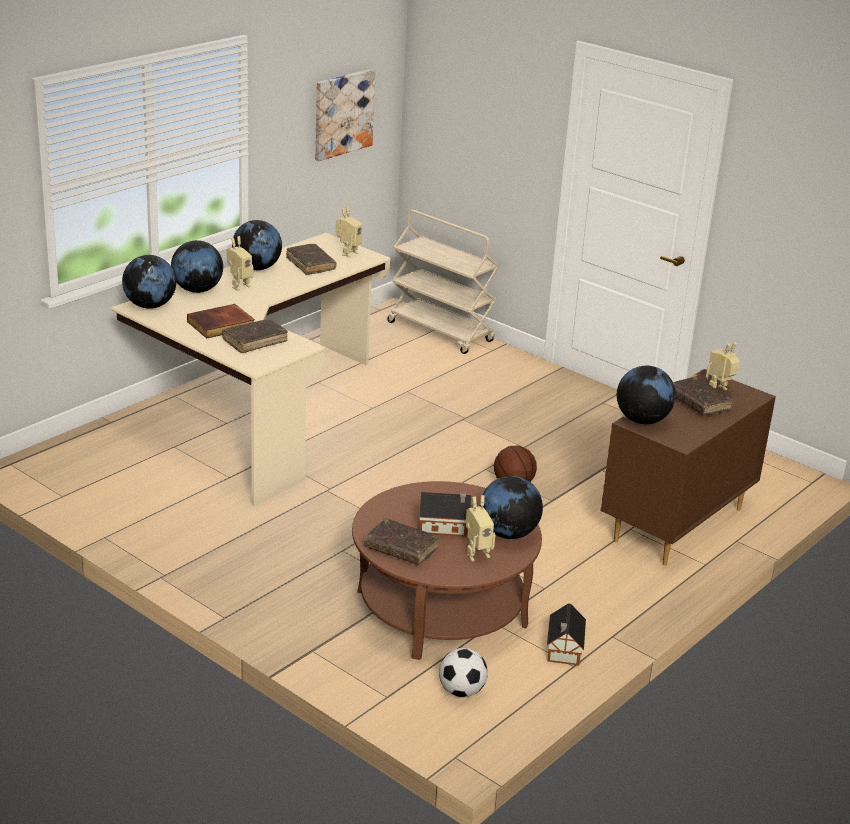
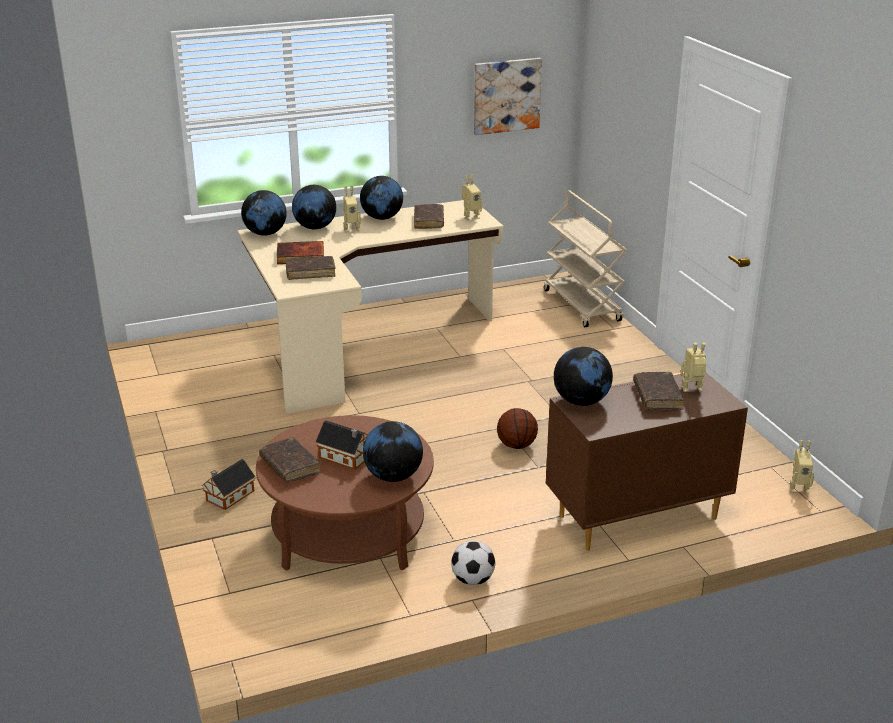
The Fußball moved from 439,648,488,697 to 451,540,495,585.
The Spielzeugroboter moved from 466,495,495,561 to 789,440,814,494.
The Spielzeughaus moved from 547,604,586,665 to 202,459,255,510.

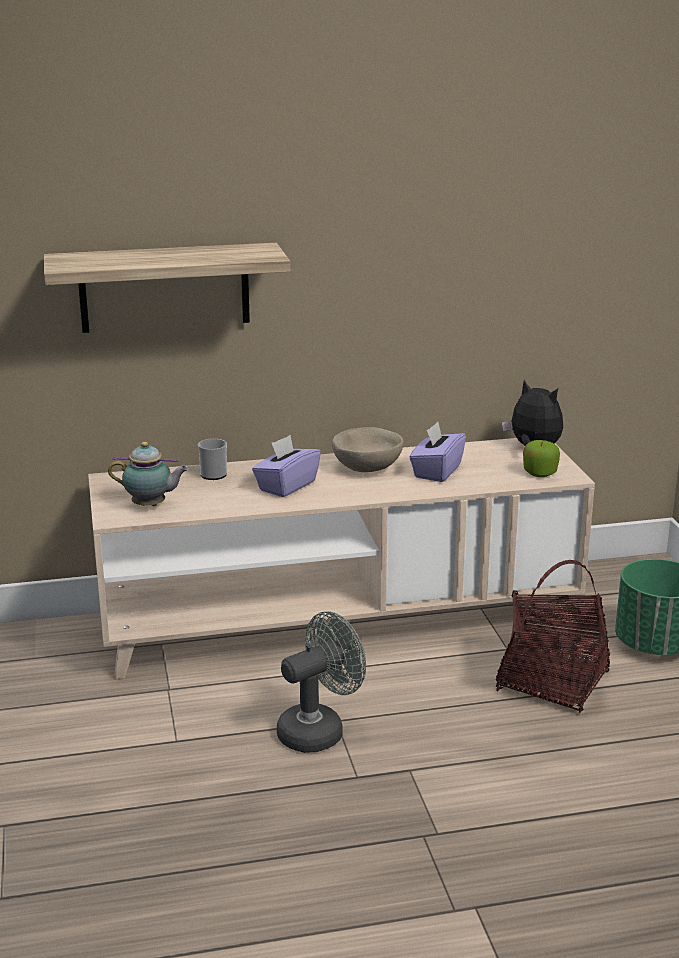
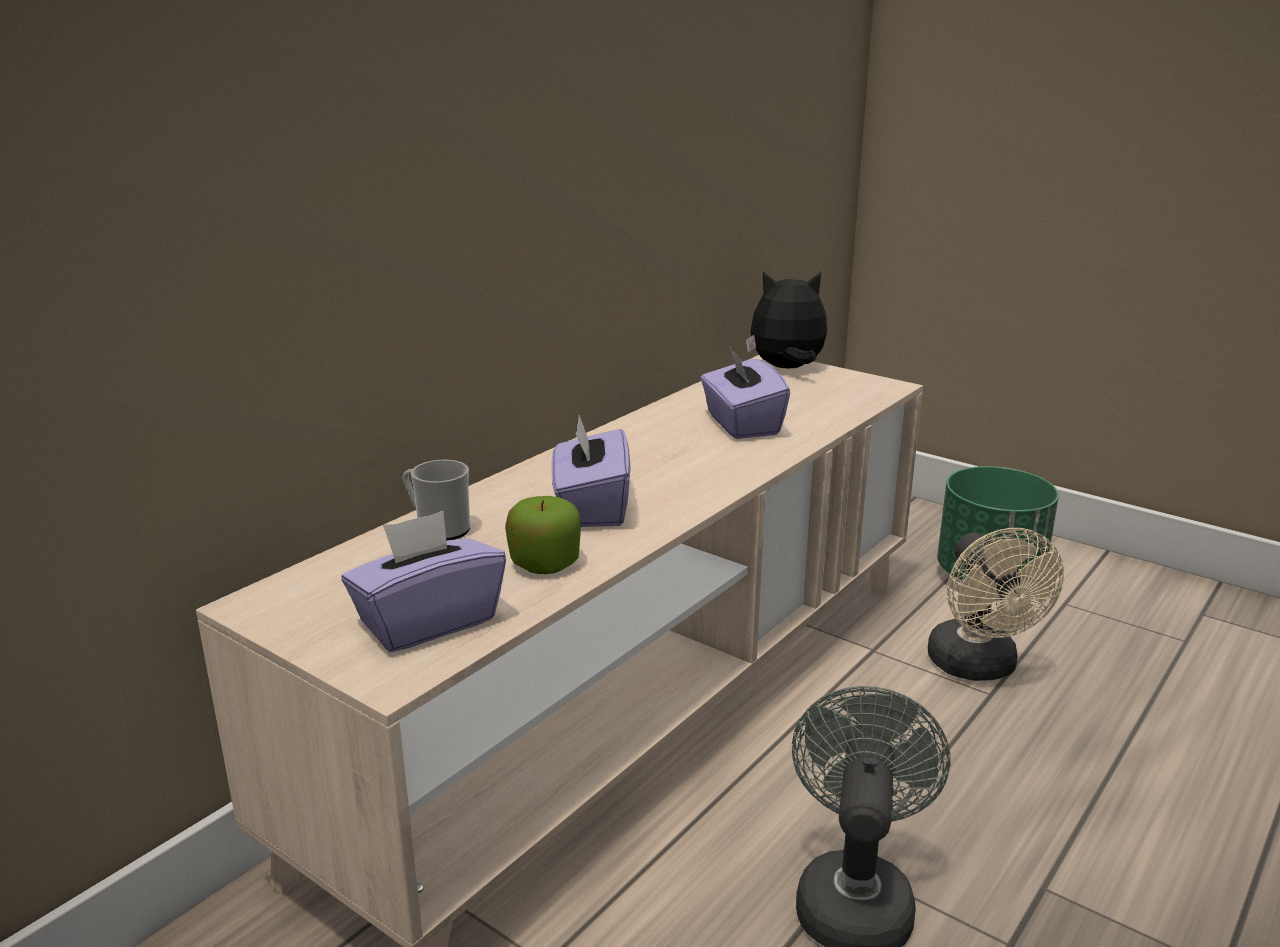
The Wandregal at 44,243,290,333 disappeared.
The Schüssel/beige at 332,427,403,472 disappeared.
The Apfel moved from 523,440,560,477 to 505,496,581,574.
The Teekanne at 108,442,189,506 was replaced by the Taschentuchbox/lila at 341,511,506,652.
The Korb at 496,560,610,713 was replaced by the Ventilator/beige at 928,528,1064,681.

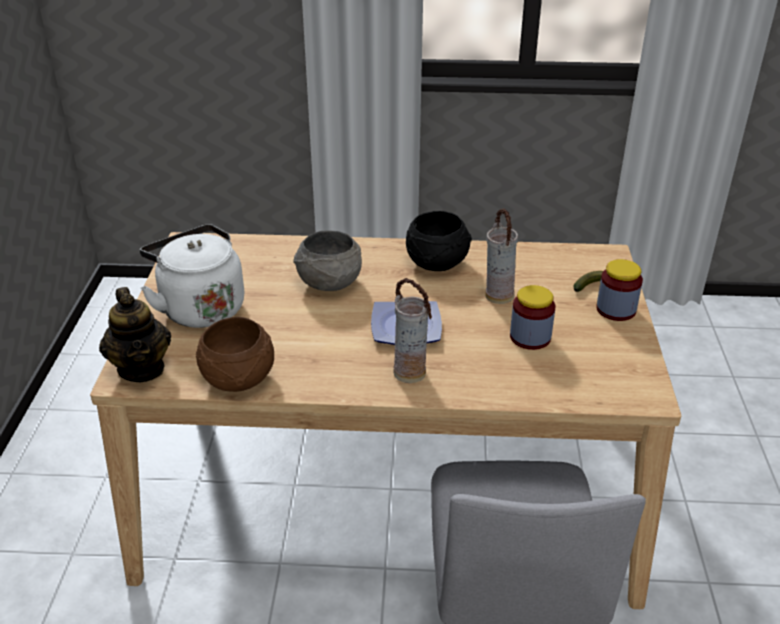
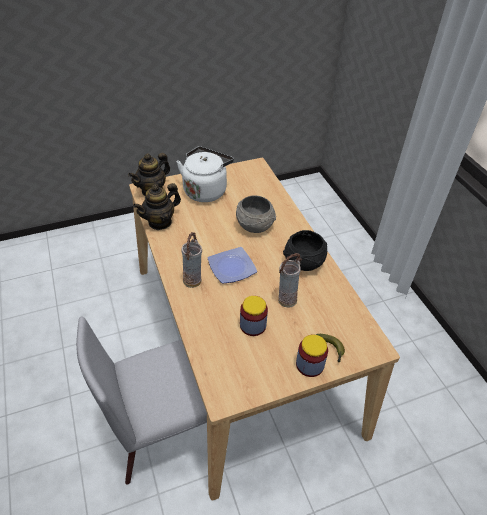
The Schüssel/braun at 196,317,274,392 was replaced by the Teekanne at 133,183,181,230.

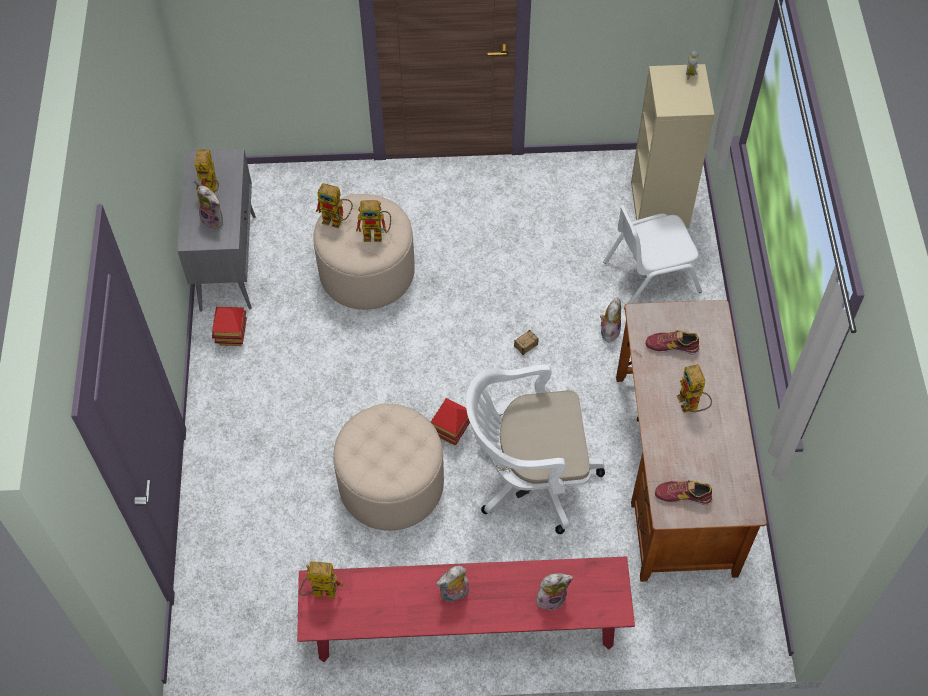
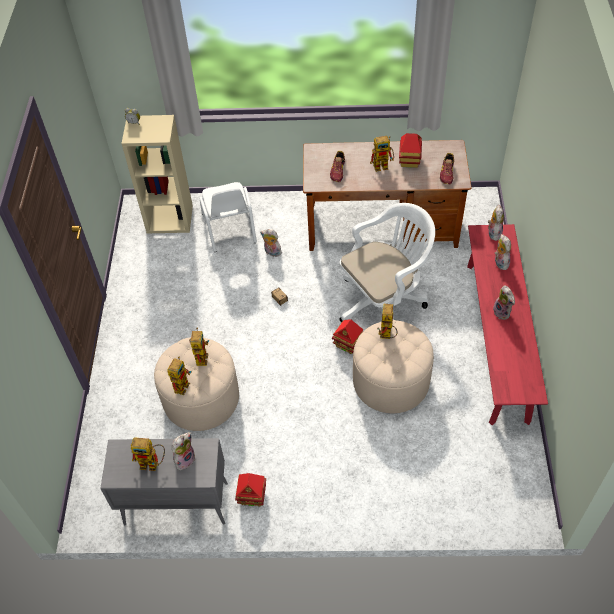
The Spielzeughaus at 399,133,422,168 appeared.
The Plüschtier at 488,205,504,241 appeared.
The Spielzeugroboter moved from 299,561,343,598 to 378,304,397,339.
The Bürostuhl/weiß at 466,364,605,534 turned 120 degrees counterclockwise.

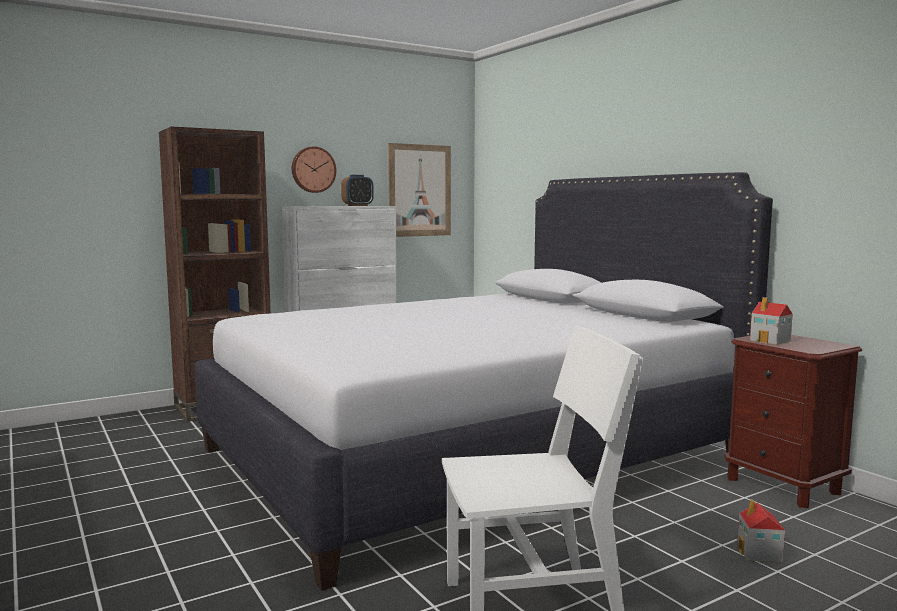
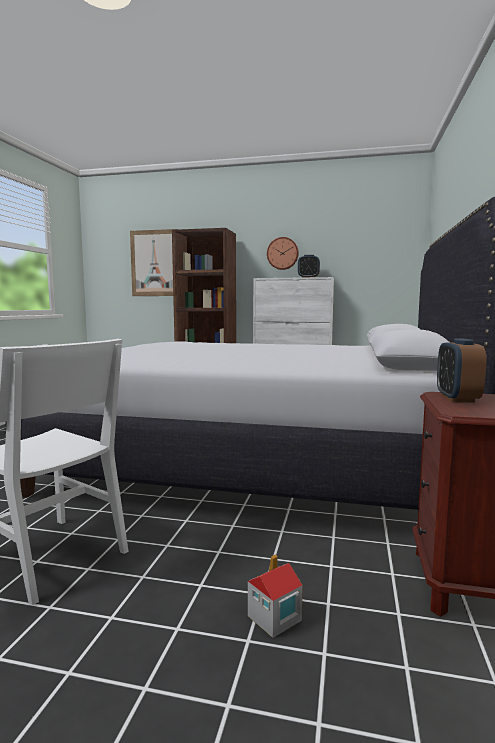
The Bild moved from 388,143,451,237 to 130,229,178,296.
The Spielzeughaus at 750,297,793,345 was replaced by the Wecker at 437,339,486,403.

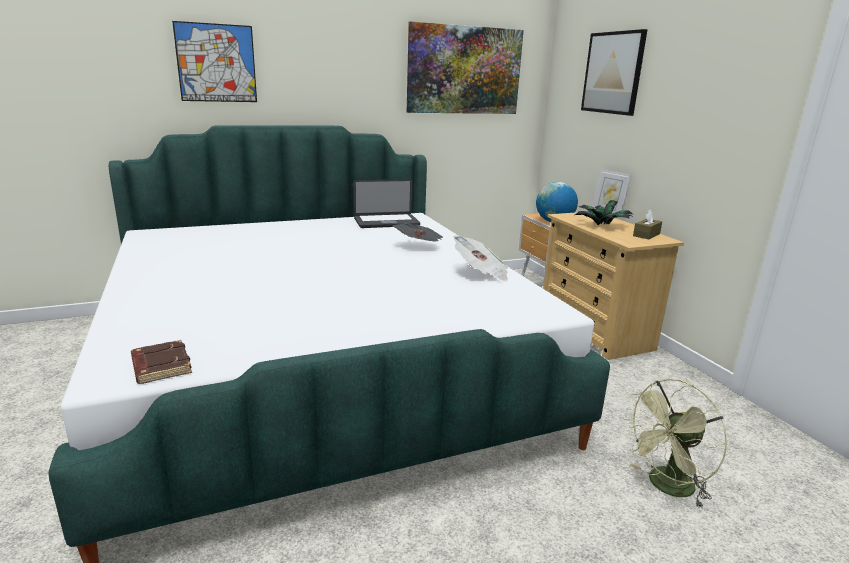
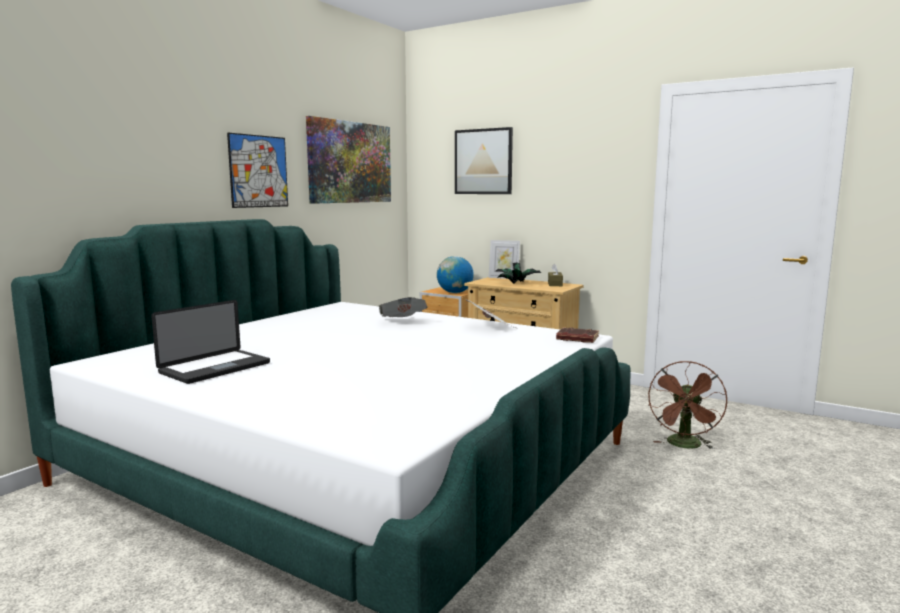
The Buch/braun moved from 131,340,192,384 to 556,327,599,343.
The Bild moved from 172,21,257,102 to 227,133,288,208.
The Laptop moved from 353,179,420,228 to 151,300,270,384.
The Ventilator/grün at 623,379,727,509 became the Ventilator/braun at 648,361,727,449.

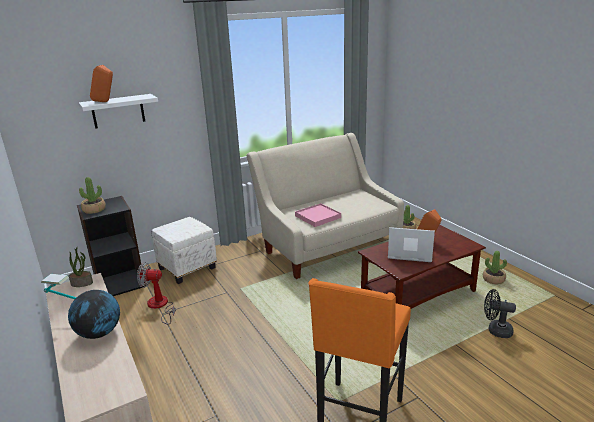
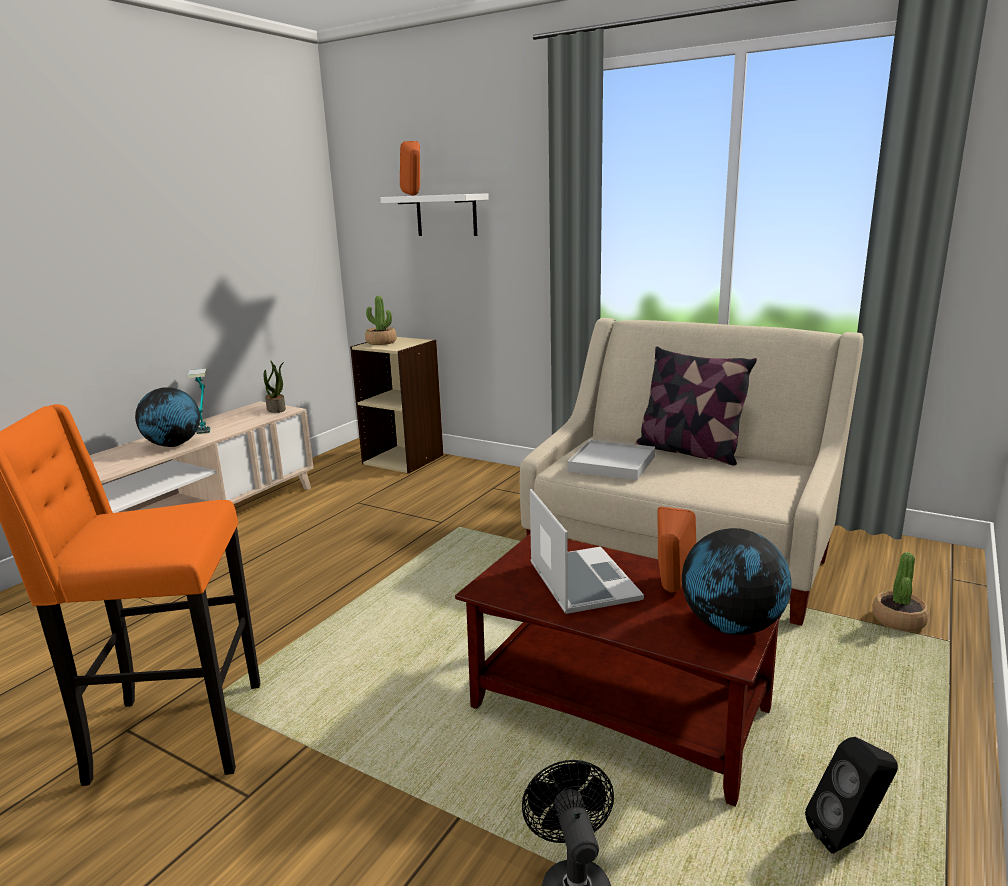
The Ventilator at 137,262,176,324 disappeared.
The Polsterhocker/weiß at 152,217,217,284 disappeared.
The Kissen at 635,346,757,466 appeared.
The Globus at 682,528,792,635 appeared.
The Topfpflanze at 483,251,507,284 was replaced by the Lautsprecher/schwarz at 805,737,898,854.
The Bücherregal/schwarz at 77,196,146,296 became the Bücherregal/beige at 350,337,443,474.
The Tablett/rosa at 295,203,341,227 became the Tablett/weiß at 568,440,655,480.

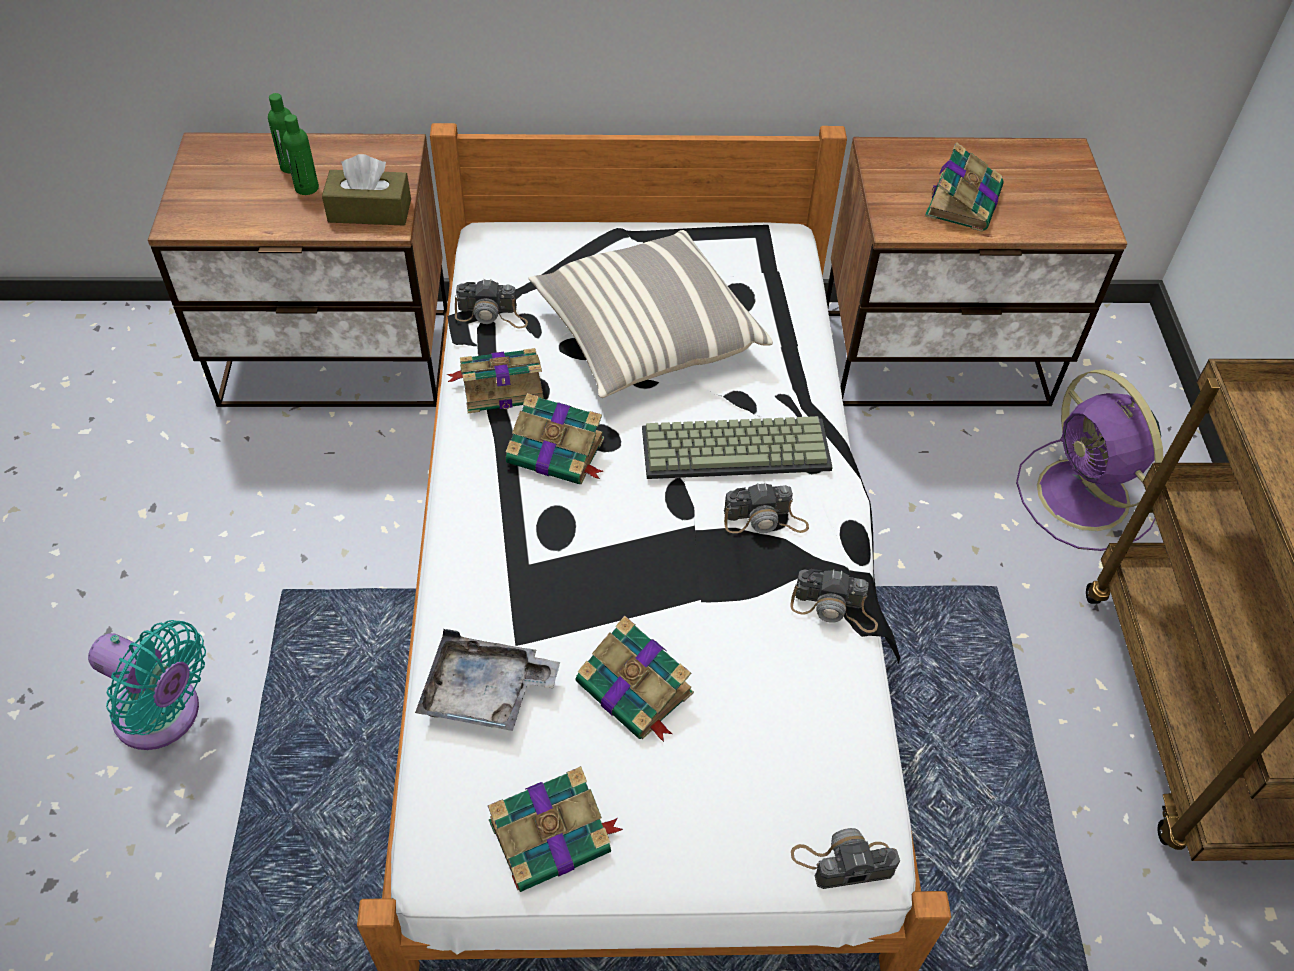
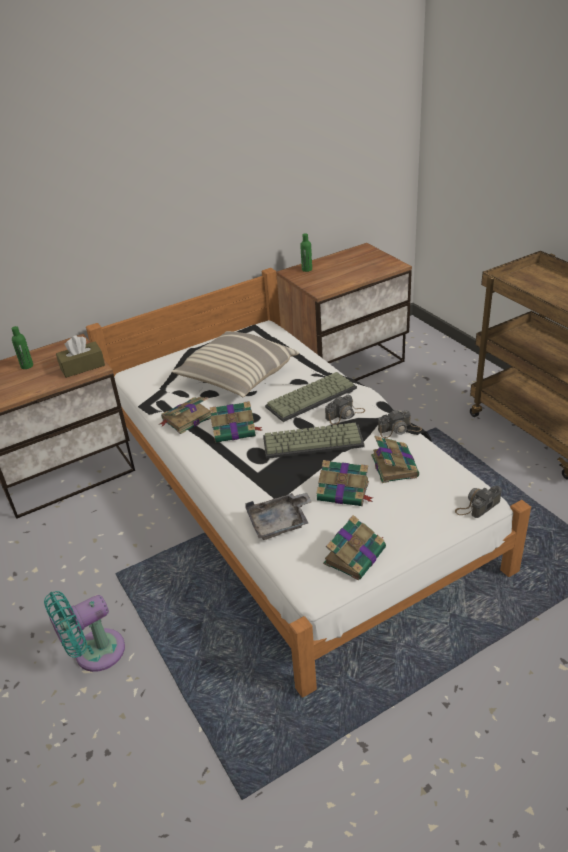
The Kamera at 455,279,528,328 disappeared.
The Ventilator/lila at 1016,369,1164,551 disappeared.
The Tastatur at 263,423,365,459 appeared.
The Flasche/grün moved from 283,114,319,195 to 300,233,312,272.
The Buch moved from 925,142,1004,232 to 371,436,419,483.
The Ventilator/türkis at 88,620,206,750 turned 150 degrees clockwise.

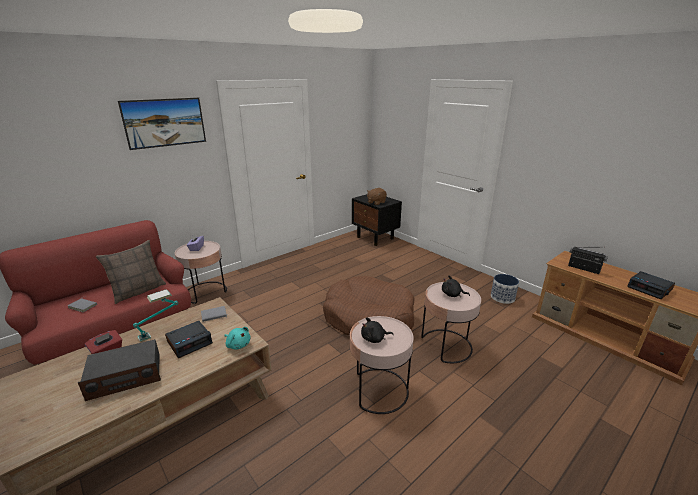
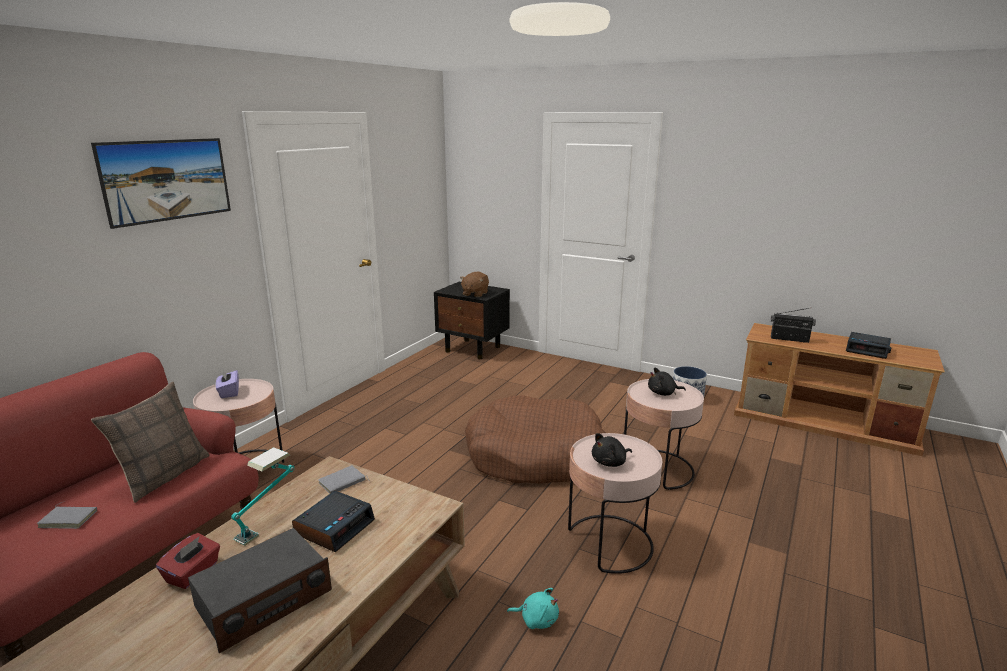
The Plüschtier/türkis moved from 224,327,251,350 to 507,588,559,629.

